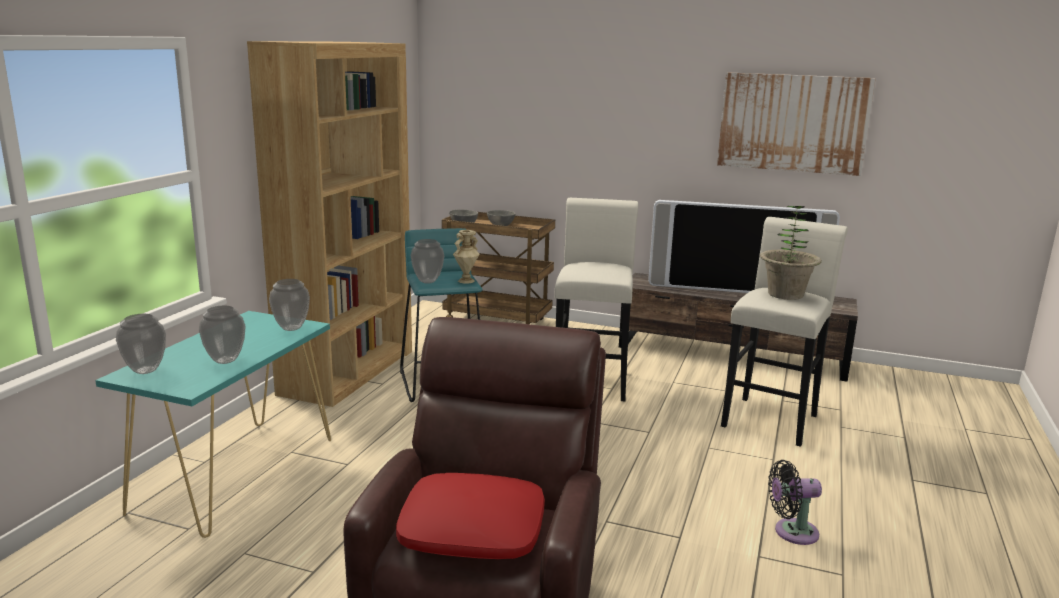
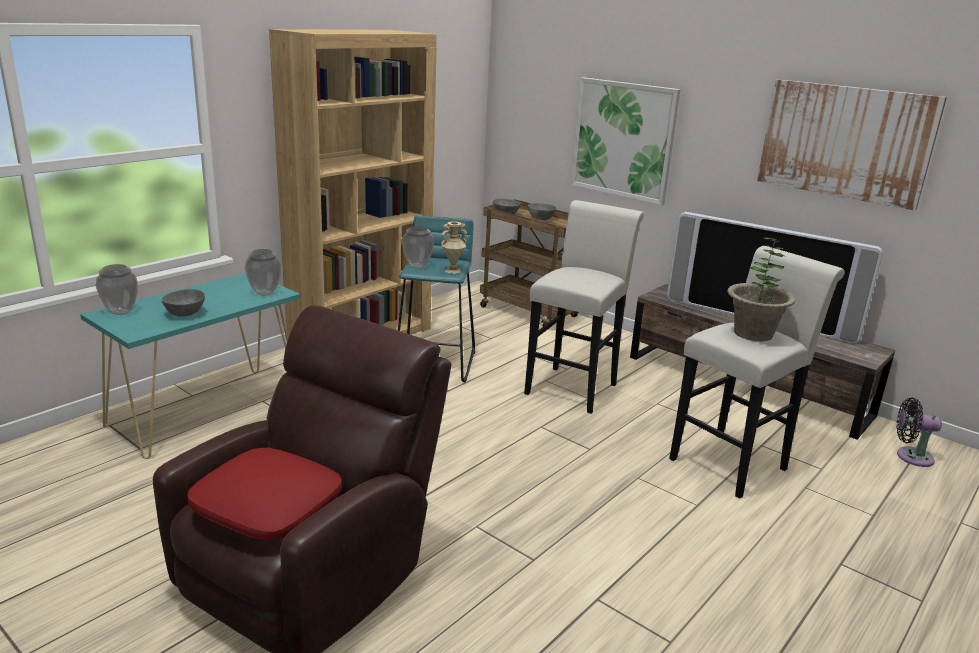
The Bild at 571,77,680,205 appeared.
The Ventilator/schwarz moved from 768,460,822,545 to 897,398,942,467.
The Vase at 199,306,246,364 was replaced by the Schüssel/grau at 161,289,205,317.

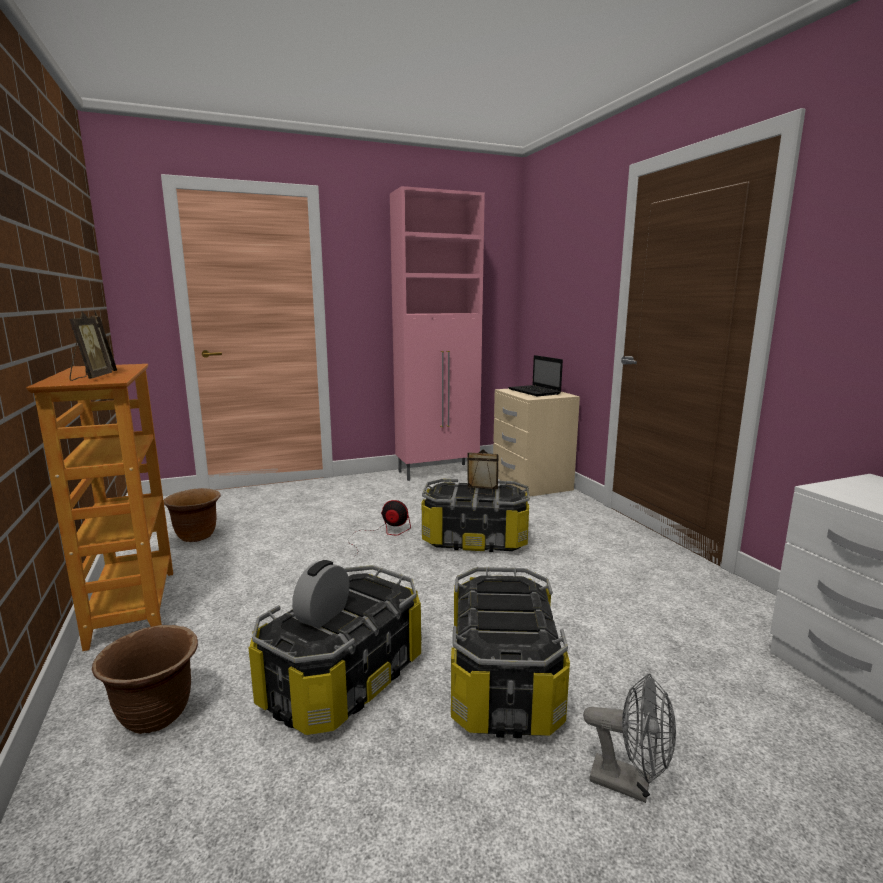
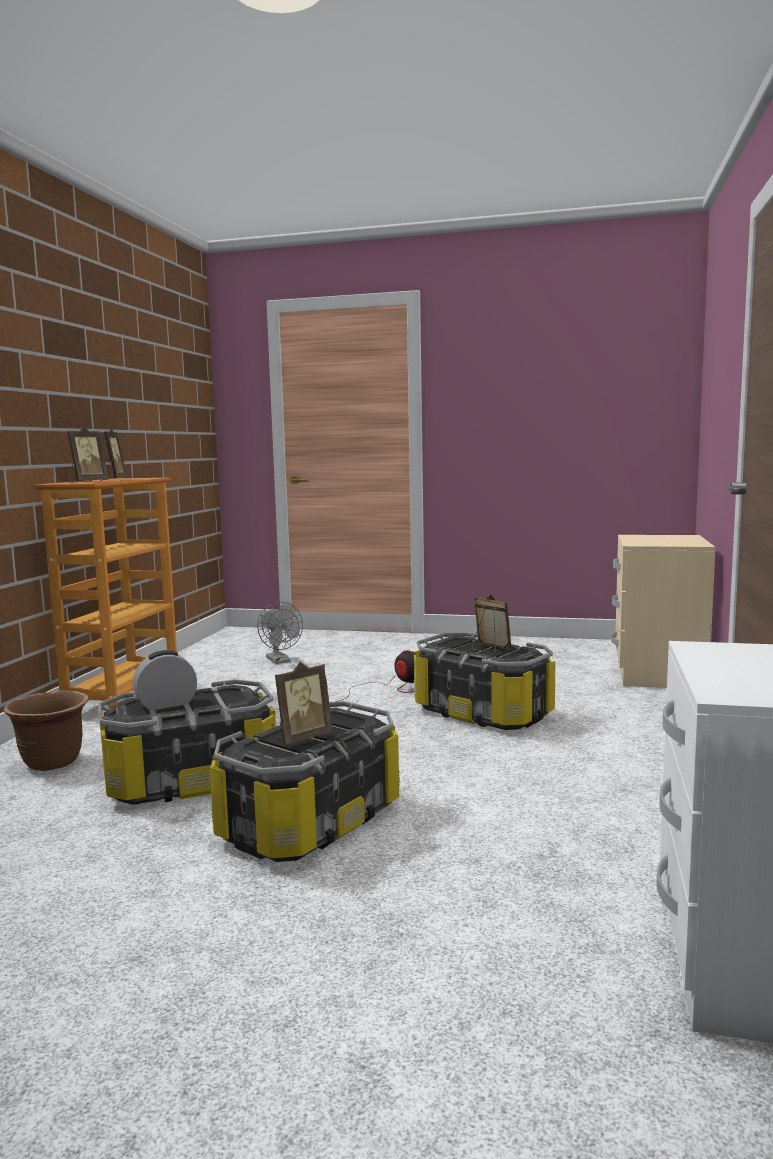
The Pflanzkübel/braun at 164,488,221,542 disappeared.
The Schrank/rosa at 390,186,485,481 disappeared.
The Laptop at 508,355,563,396 disappeared.
The Bilderrahmen at 275,662,333,745 appeared.
The Ventilator/grau moved from 583,673,676,803 to 257,602,303,664.

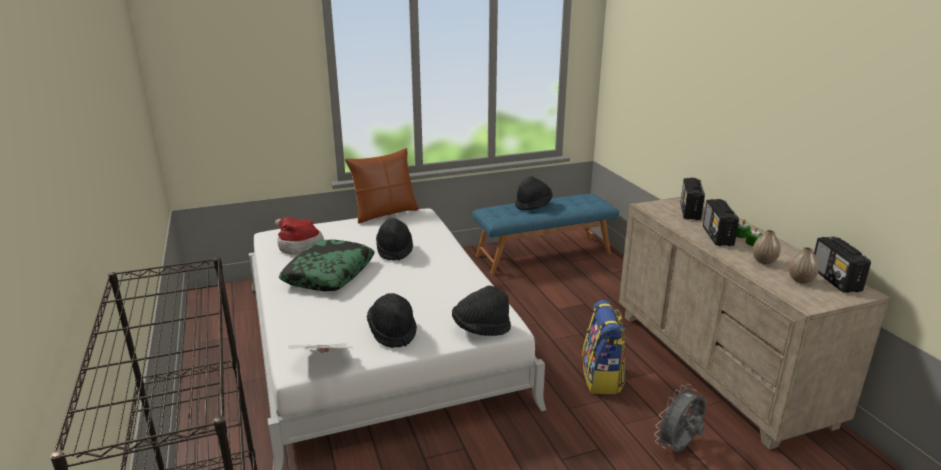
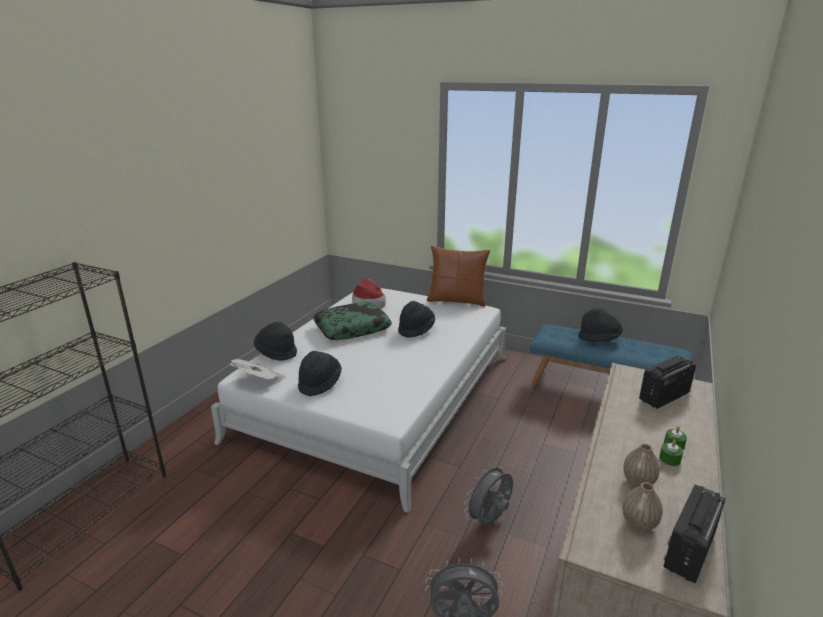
The Radio at 703,199,739,246 disappeared.
The Hut/schwarz moved from 452,286,511,336 to 254,322,297,361.
The Rucksack at 582,300,625,394 was replaced by the Ventilator/grau at 464,463,513,526.

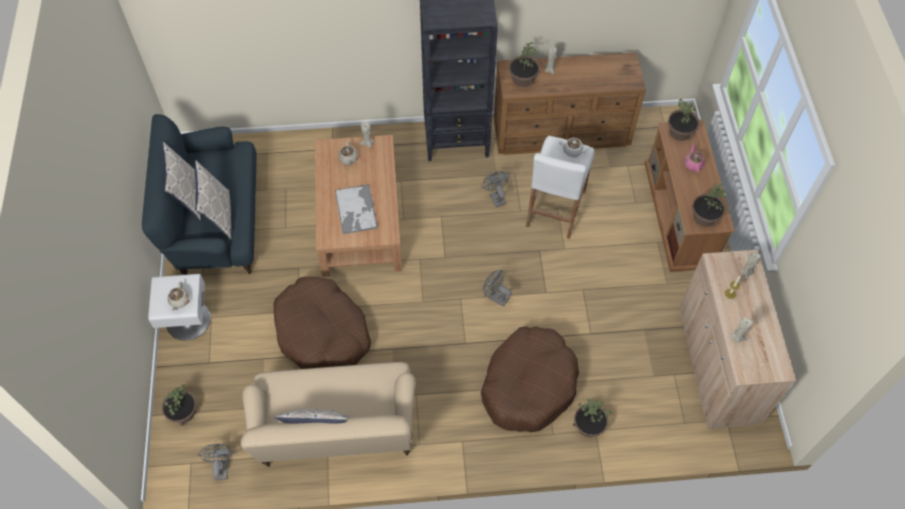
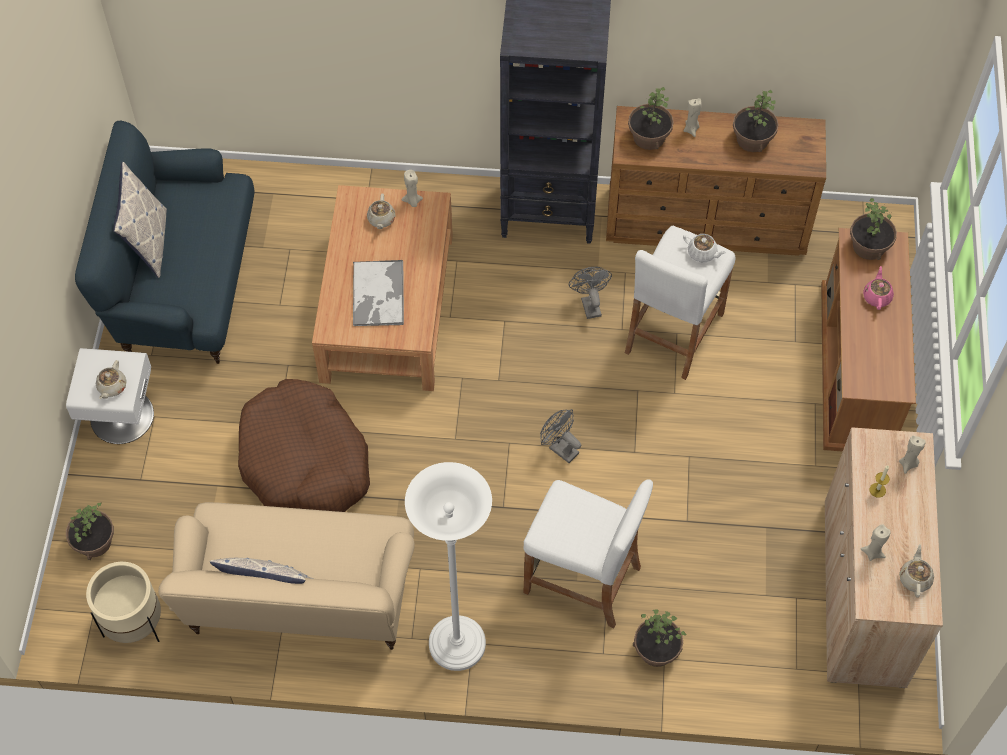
The Kissen at 195,160,232,240 disappeared.
The Stehlampe/weiß at 405,462,492,671 appeared.
The Teekanne/beige at 899,544,934,598 appeared.
The Topfpflanze moved from 692,183,726,227 to 733,89,779,152.
The Ventilator/grau at 198,444,235,480 was replaced by the Pflanzkübel/beige at 86,562,161,643.
The Hundebett/braun at 481,326,579,432 was replaced by the Hocker/weiß at 523,480,653,628.

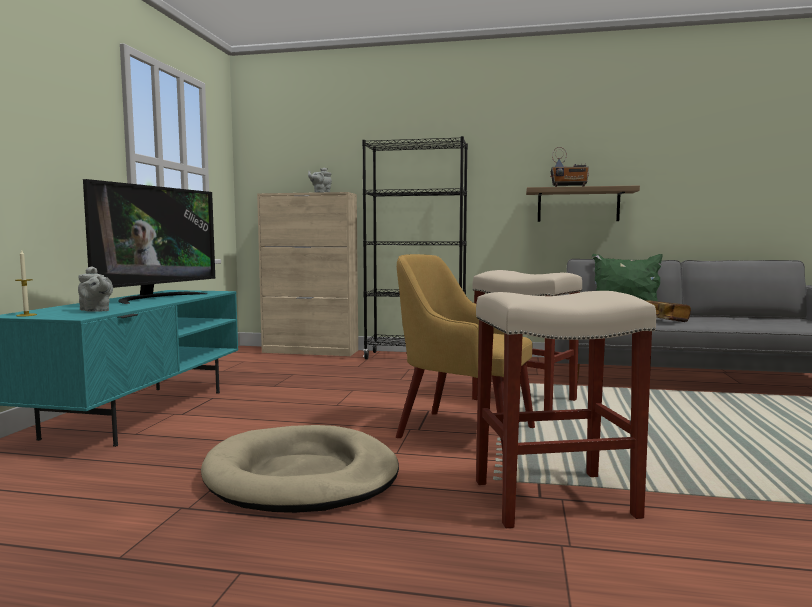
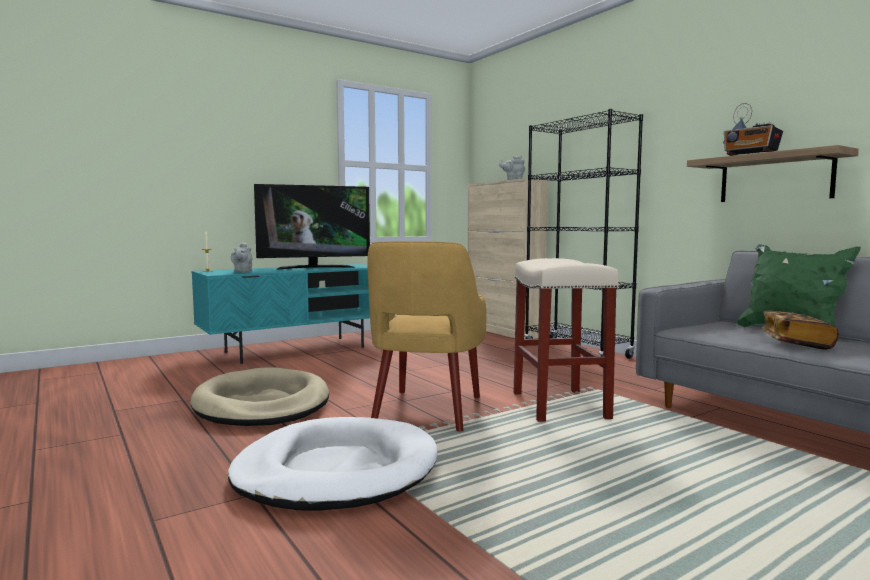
The Hocker/beige at 476,291,656,528 was replaced by the Hundebett/weiß at 228,417,437,510.
The Sessel/gelb at 396,254,535,452 turned 150 degrees counterclockwise.

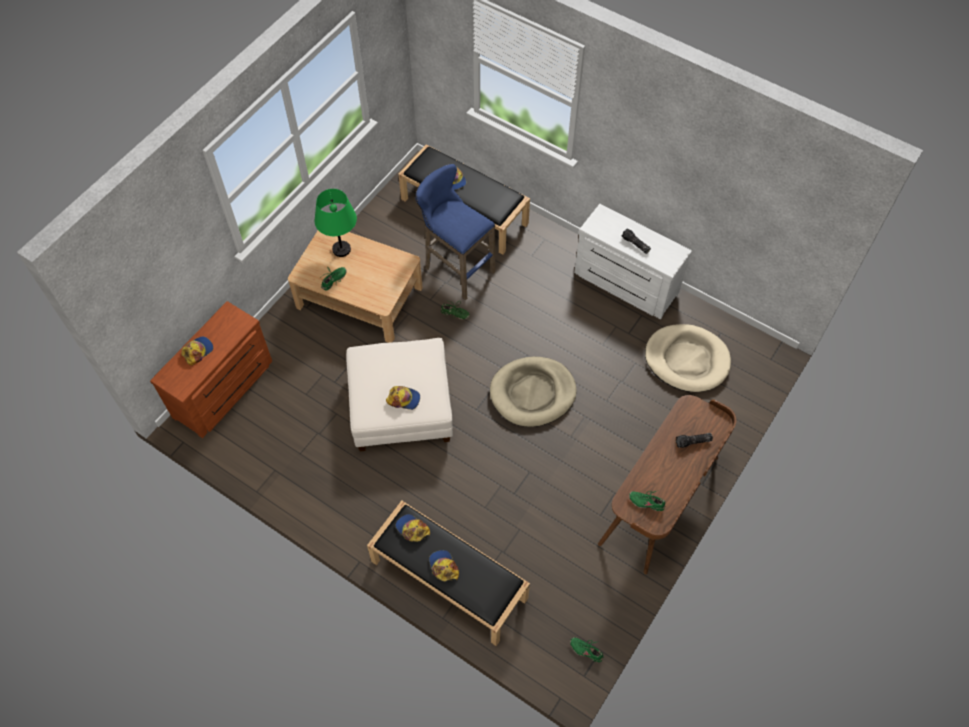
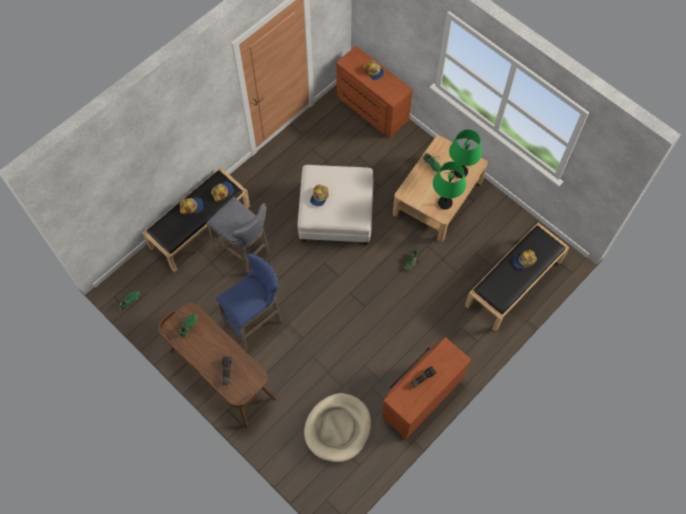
The Hundebett/beige at 490,357,577,427 disappeared.
The Hocker/grau at 207,197,271,274 appeared.
The Tischlampe/grün at 433,162,466,209 appeared.
The Hocker/blau moved from 415,164,495,300 to 216,253,282,351.
The Kommode/weiß at 574,204,692,319 became the Kommode/braun at 382,337,471,440.

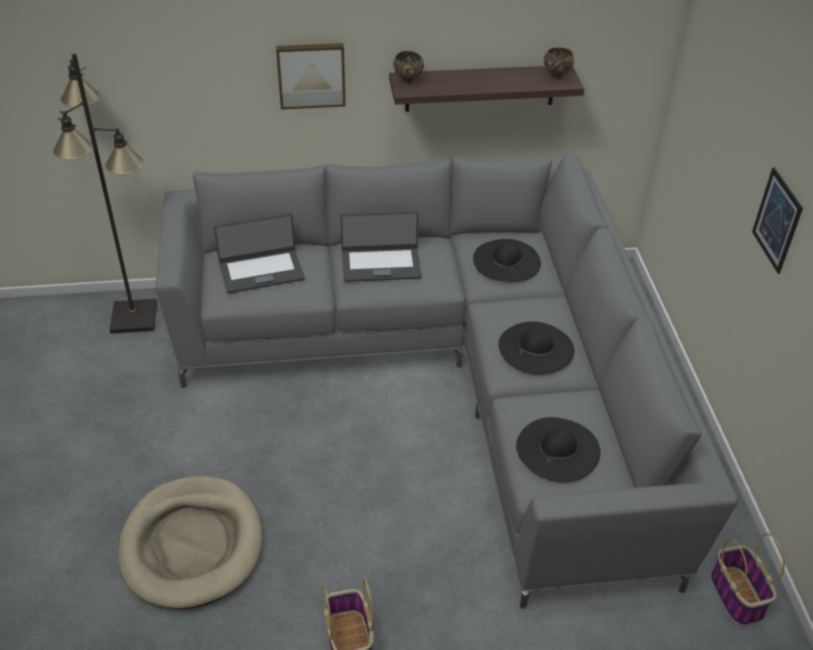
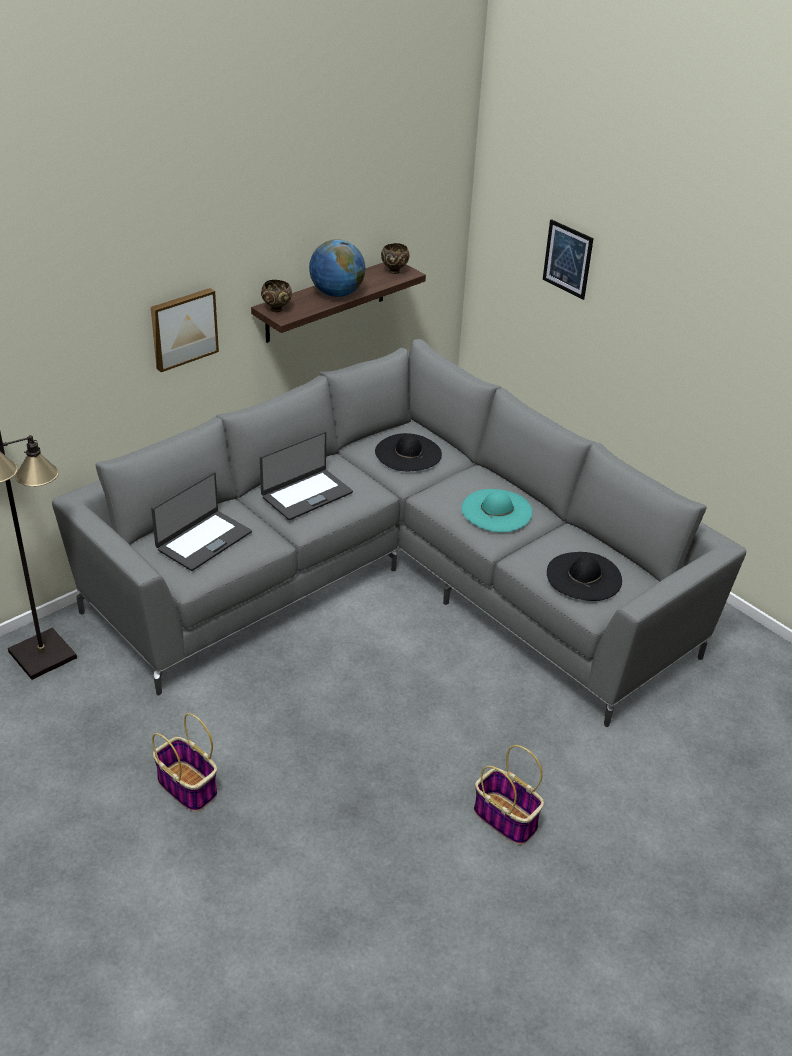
The Hundebett/beige at 118,476,262,609 disappeared.
The Globus at 309,239,365,297 appeared.
The Korb moved from 711,533,785,626 to 152,713,217,812.
The Bild moved from 752,167,803,274 to 543,219,594,300.
The Hut/schwarz at 499,322,574,375 became the Hut/türkis at 461,489,533,532.

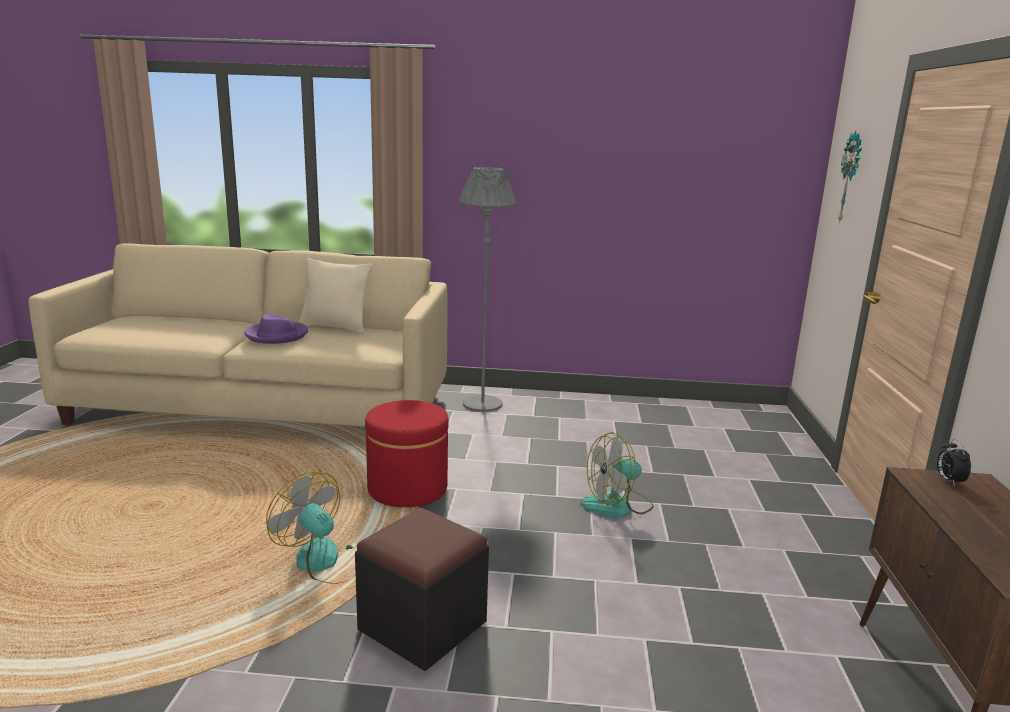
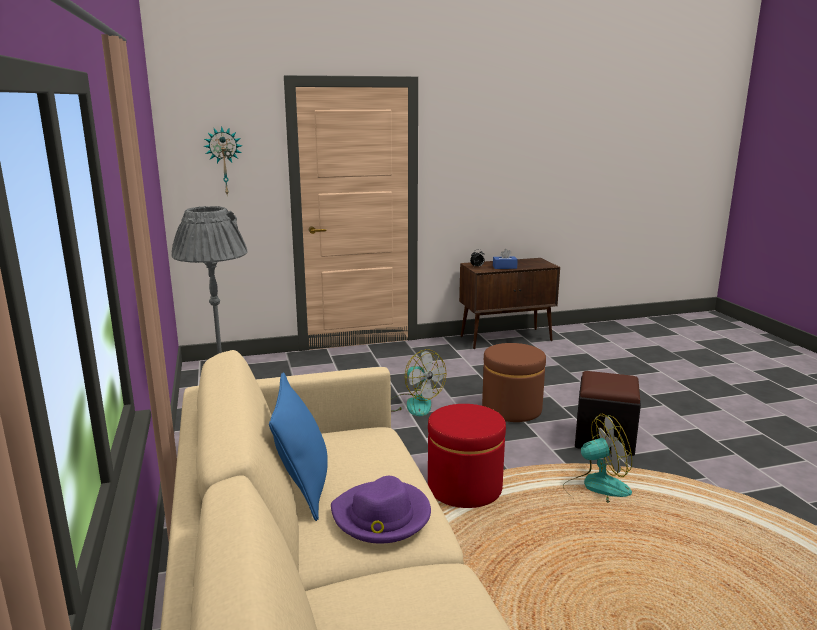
The Polsterhocker/braun at 482,343,546,422 appeared.
The Taschentuchbox/blau at 493,249,518,269 appeared.
The Kissen/beige at 298,258,372,334 became the Kissen/blau at 269,372,328,521.
The Ventilator at 266,472,354,584 turned 120 degrees counterclockwise.

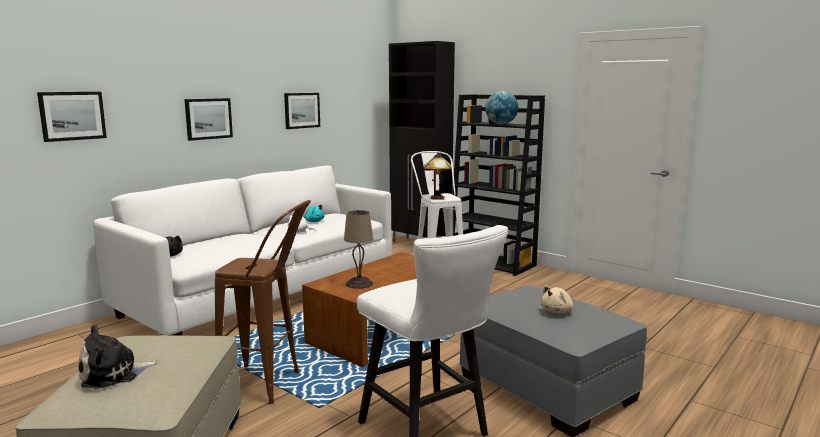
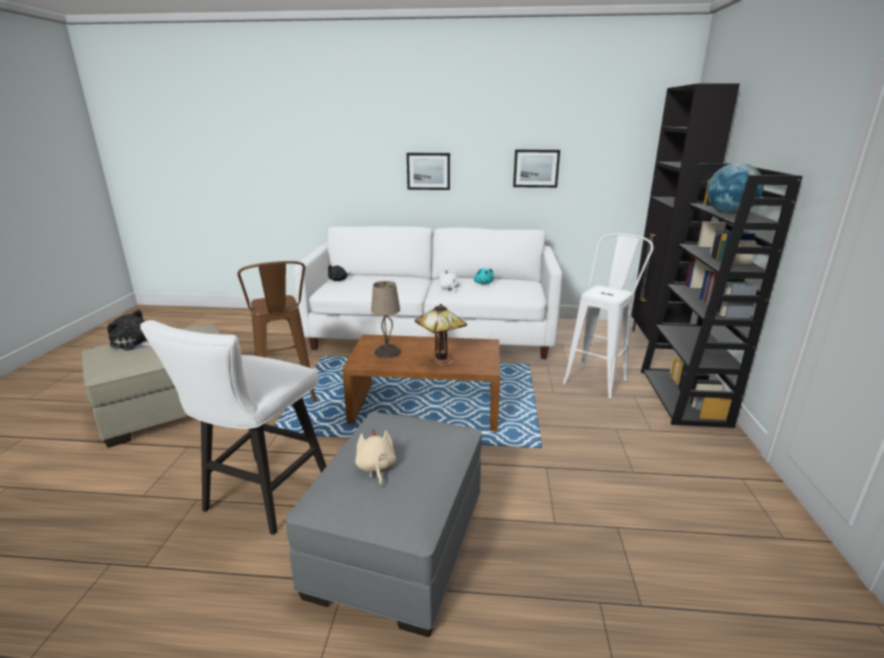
The Bild at 37,92,107,142 disappeared.
The Tischlampe moved from 424,153,452,200 to 415,304,467,367.
The Plüschtier/beige at 541,285,573,314 turned 60 degrees clockwise.

